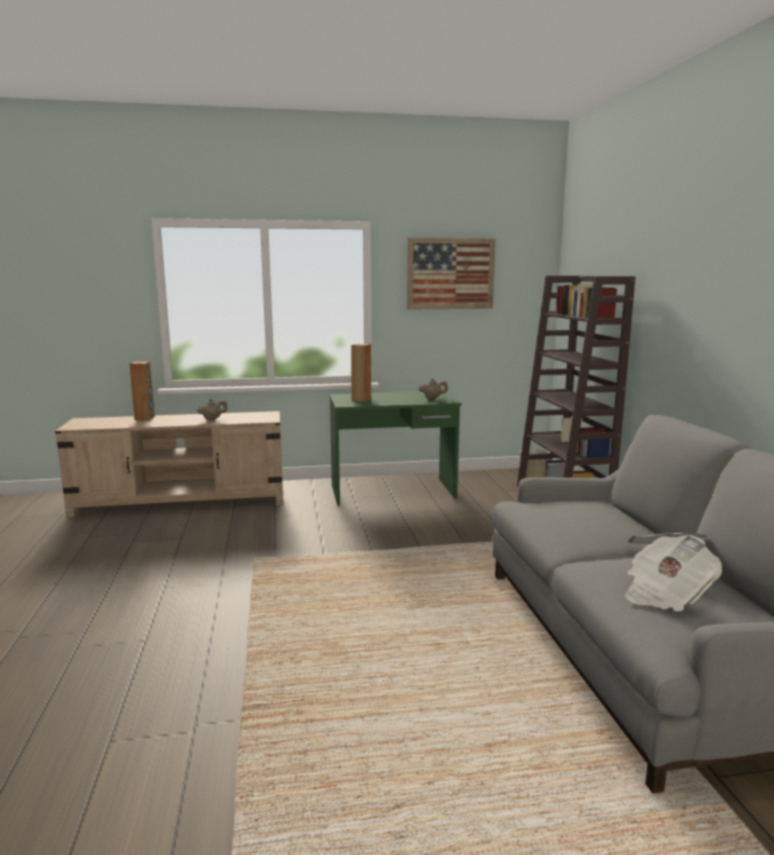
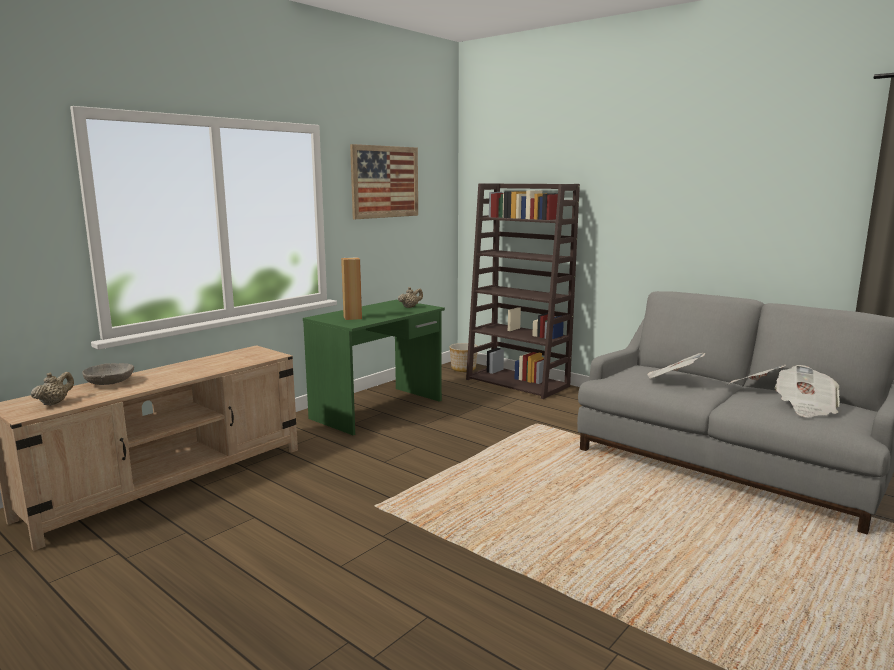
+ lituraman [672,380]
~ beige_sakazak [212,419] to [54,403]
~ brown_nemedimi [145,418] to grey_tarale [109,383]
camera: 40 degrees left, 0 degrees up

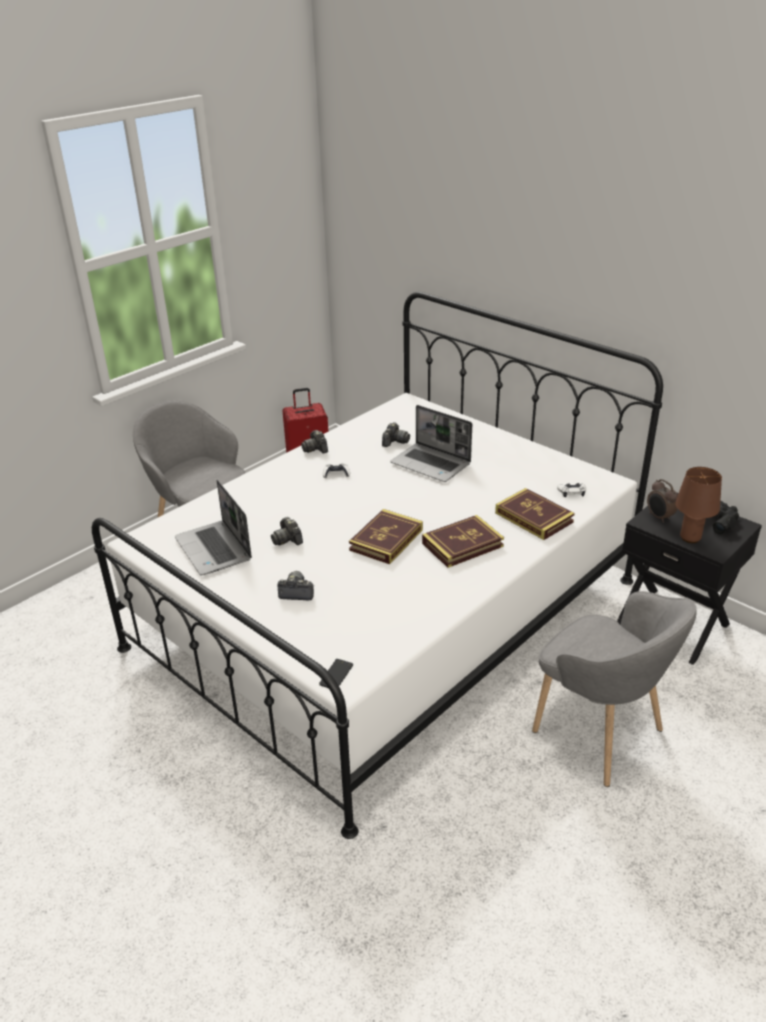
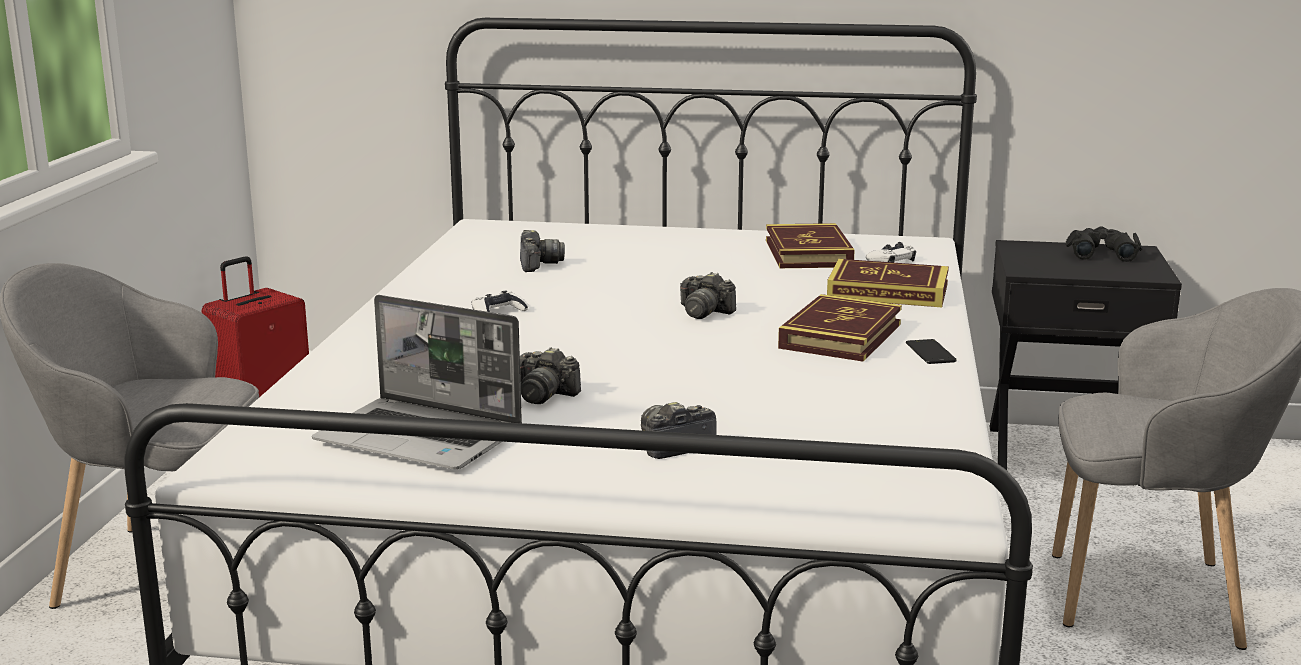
- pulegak [431,464]
- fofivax [659,517]
- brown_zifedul [690,538]
~ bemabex [315,449] to [704,312]
~ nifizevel [336,674] to [930,352]
~ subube [386,540] to [808,253]
camera: 35 degrees left, 15 degrees down

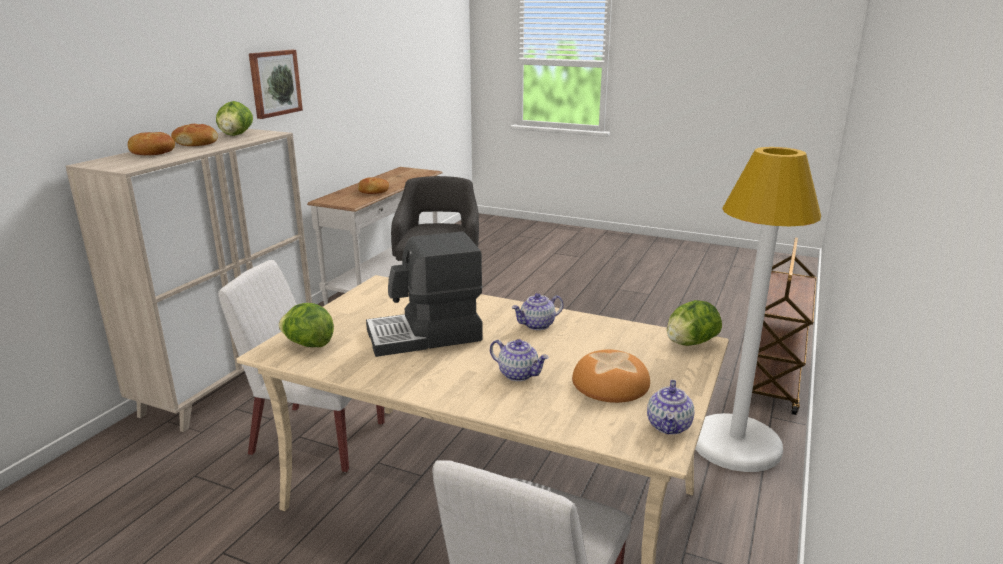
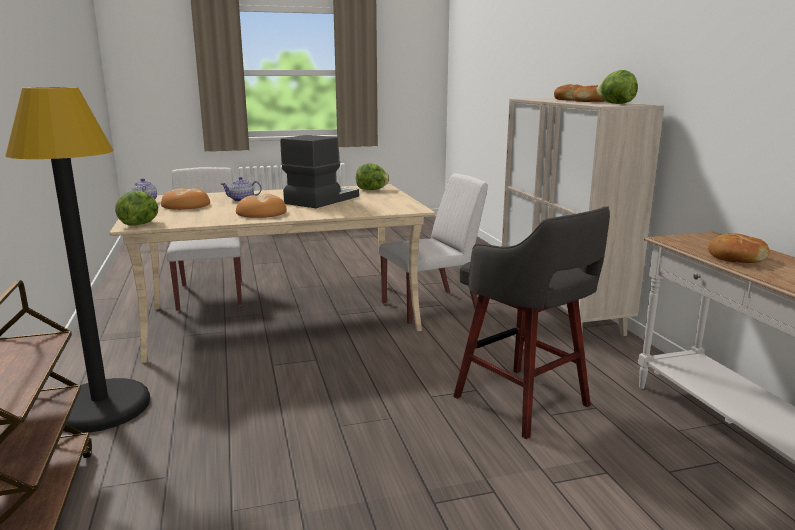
- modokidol [274,83]
~ sakazak [537,325] to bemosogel [261,213]
~ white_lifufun [736,444] to black_lifufun [101,407]
camera: 140 degrees right, 5 degrees down

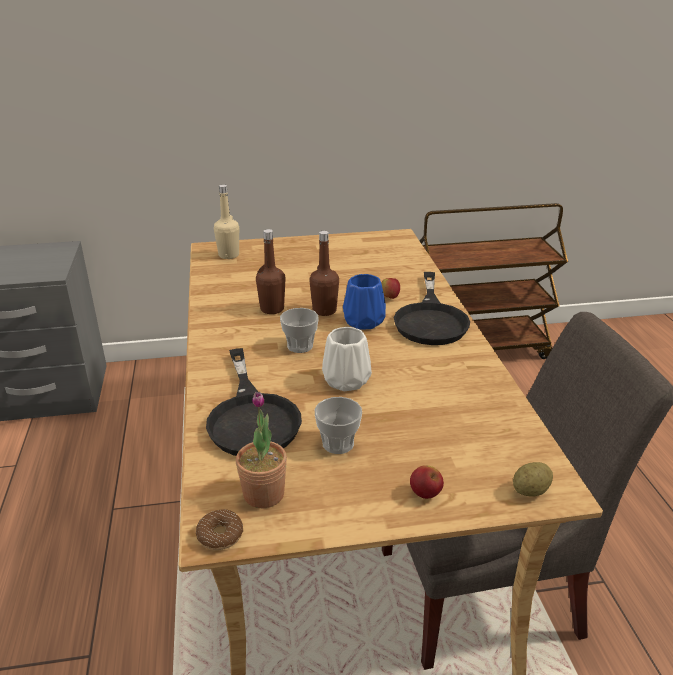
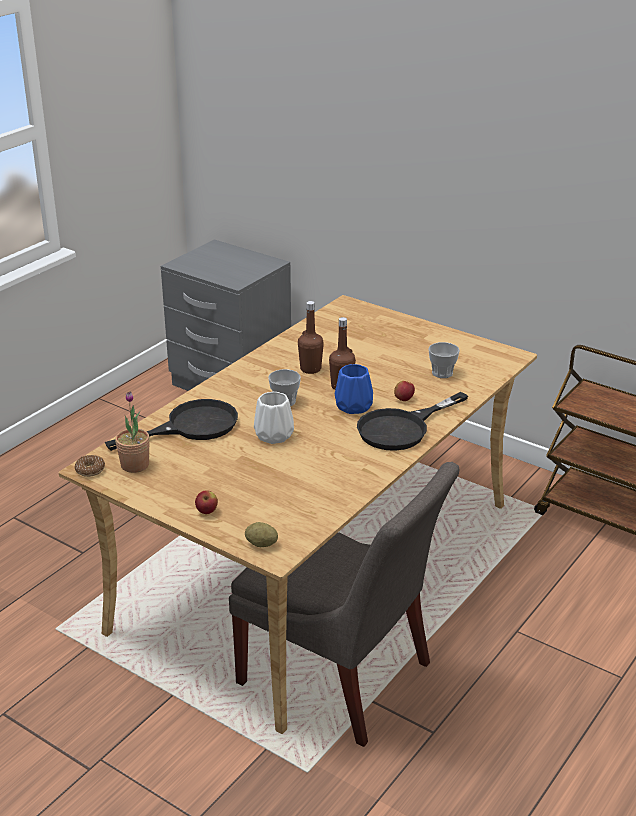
- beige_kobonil [228,255]
~ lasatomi [338,443] to [442,373]
~ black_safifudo [252,417] = [190,426] 150 degrees counterclockwise
camera: 45 degrees right, 0 degrees up

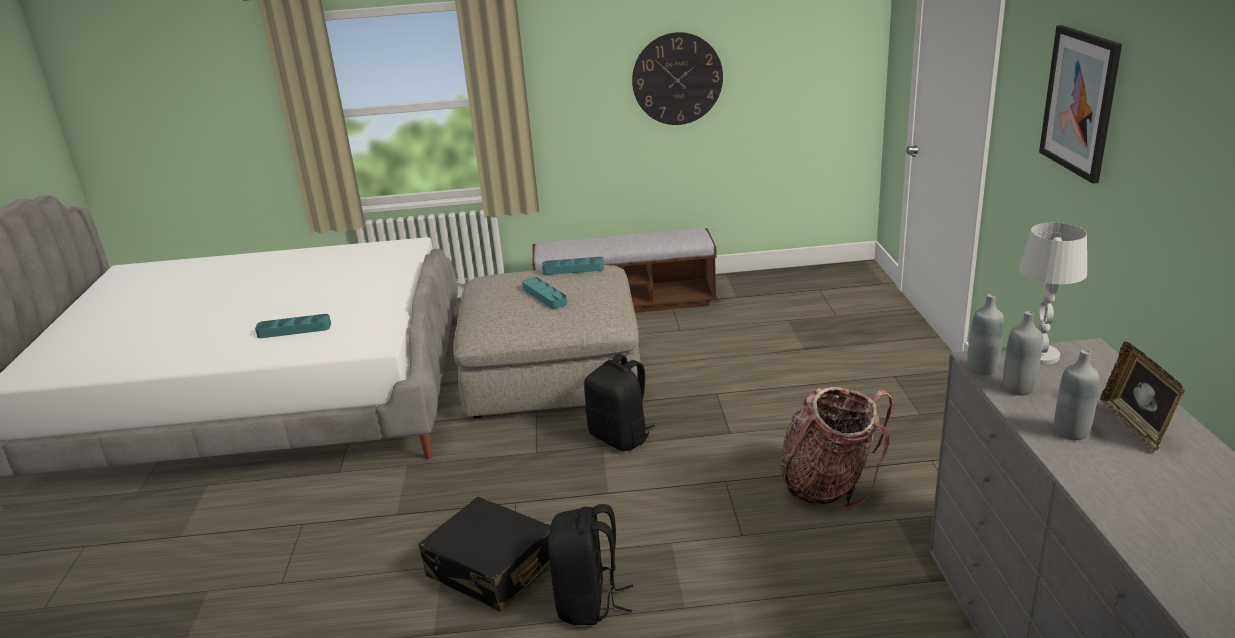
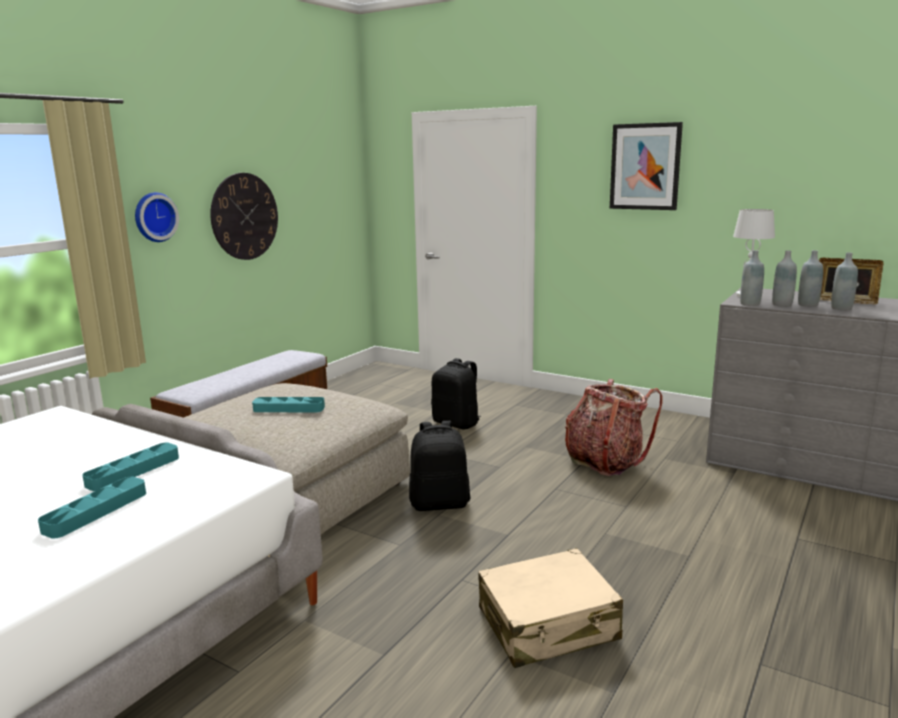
+ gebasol [154,217]
+ grey_kobonil [808,305]
~ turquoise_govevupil [573,269] to [133,471]
~ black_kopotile [589,602] to [457,423]
~ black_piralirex [492,569] to beige_piralirex [548,625]
camera: 55 degrees left, 10 degrees down

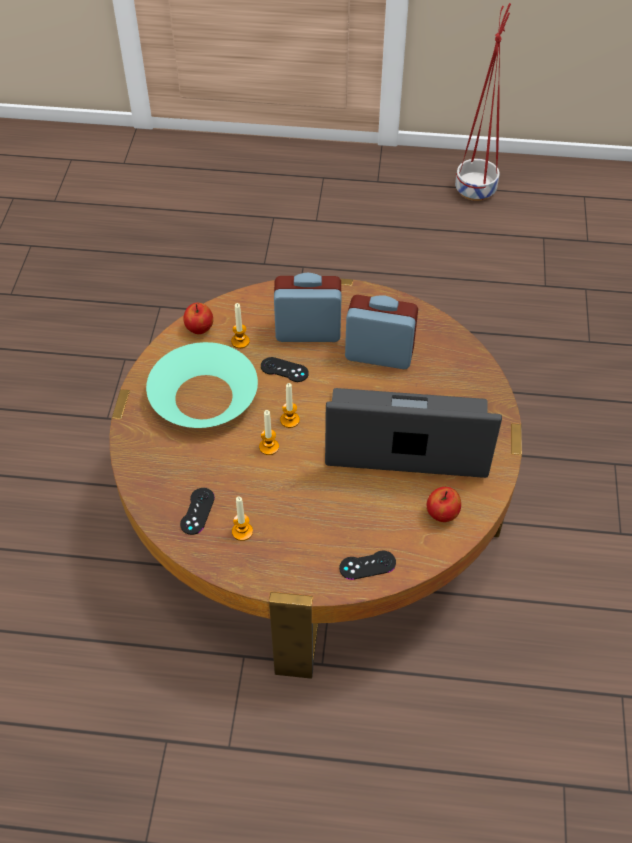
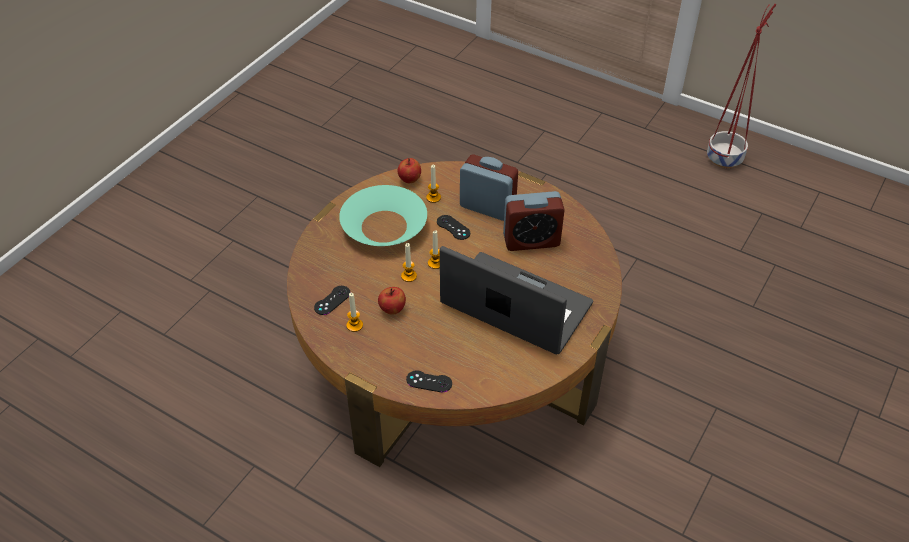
~ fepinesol [442,514] to [392,309]
~ fofivax [379,354] = [531,240] 135 degrees clockwise
camera: 25 degrees right, 5 degrees down

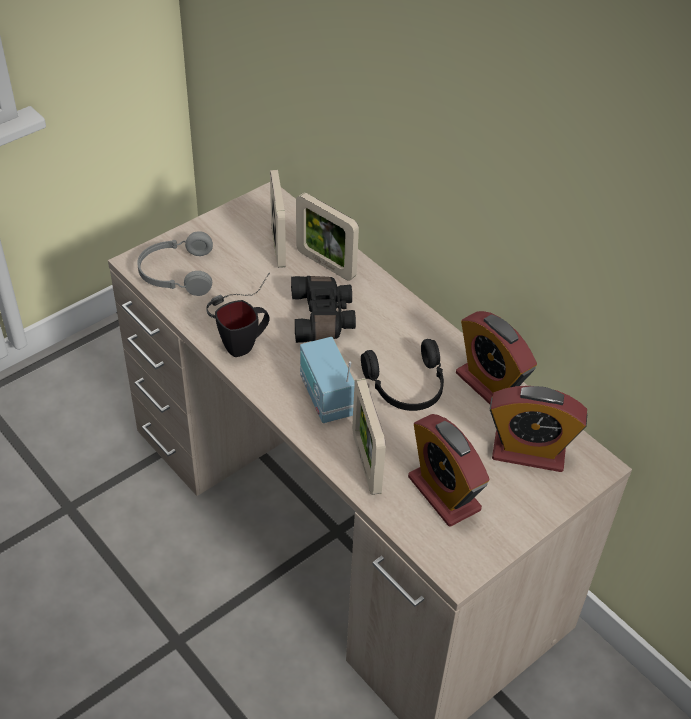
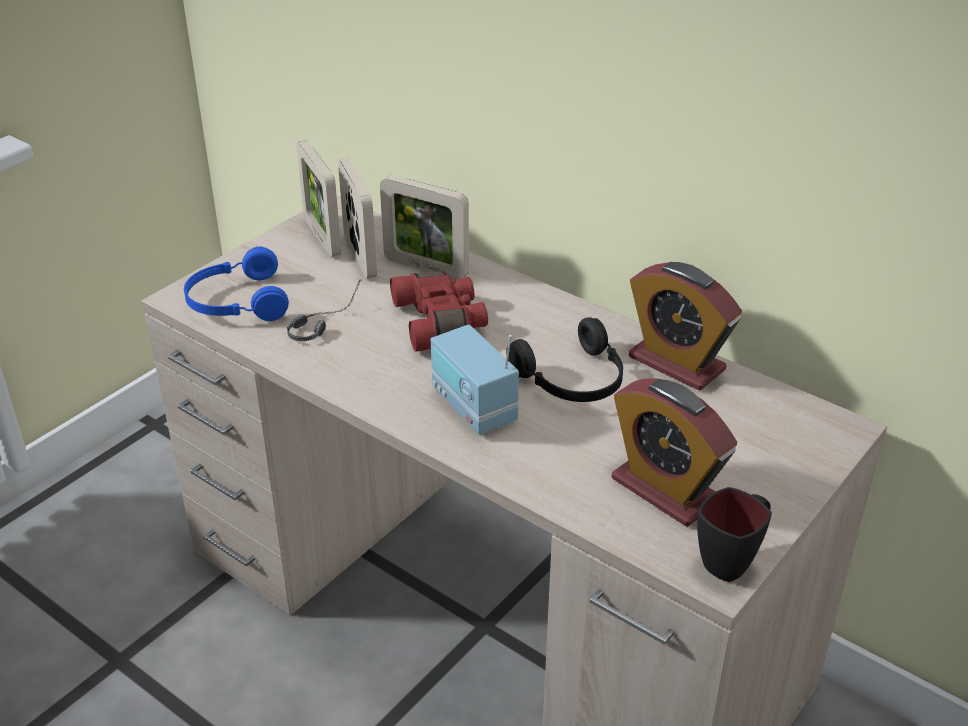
- fofivax [528,452]
~ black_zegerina [245,345] to [732,560]
~ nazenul [366,463] to [322,237]
~ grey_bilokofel [176,274] to blue_bilokofel [236,302]
~ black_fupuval [323,318] to red_fupuval [442,323]
camera: 10 degrees left, 10 degrees down

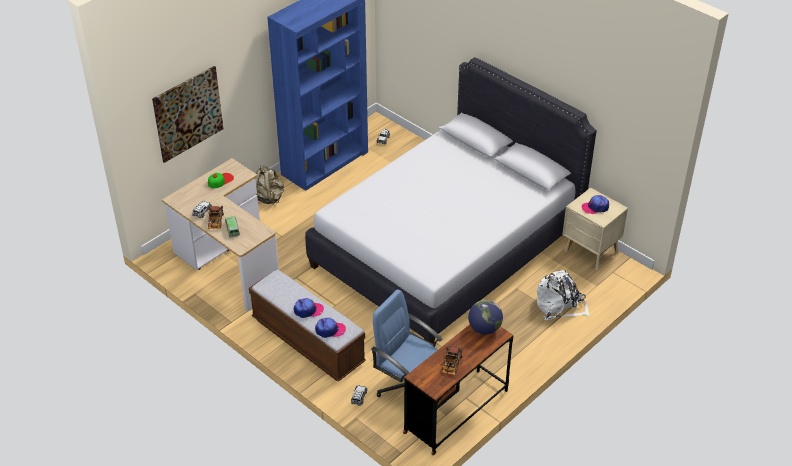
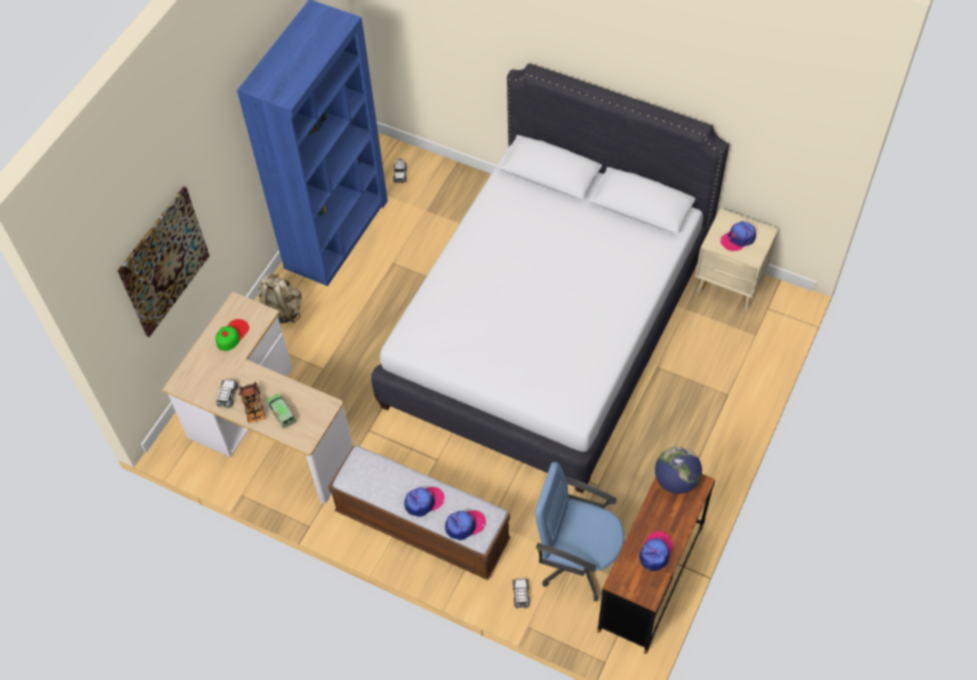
- white_kopotile [560,306]
~ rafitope [451,366] to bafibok [655,552]
camera: 15 degrees left, 15 degrees up

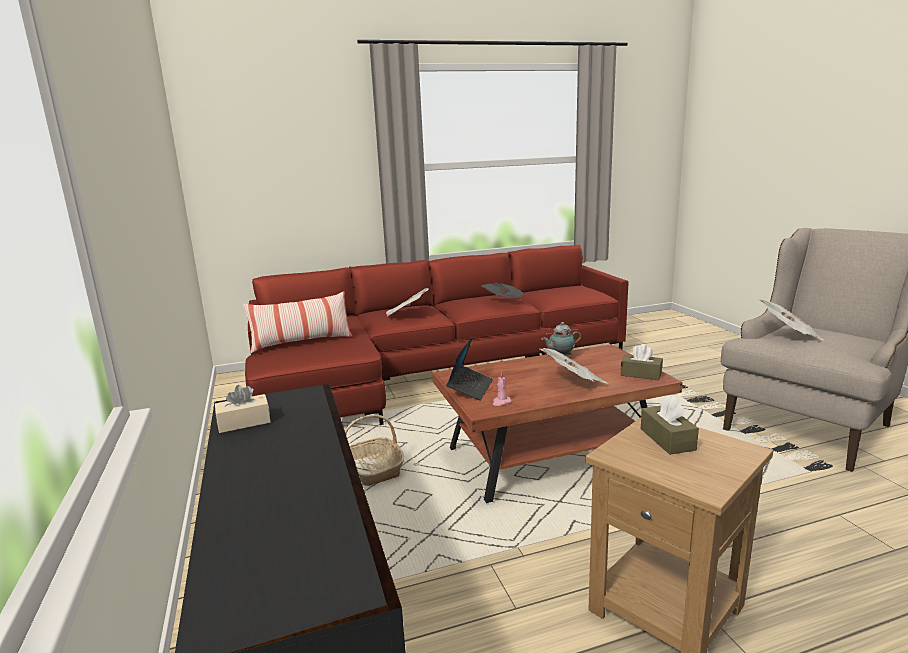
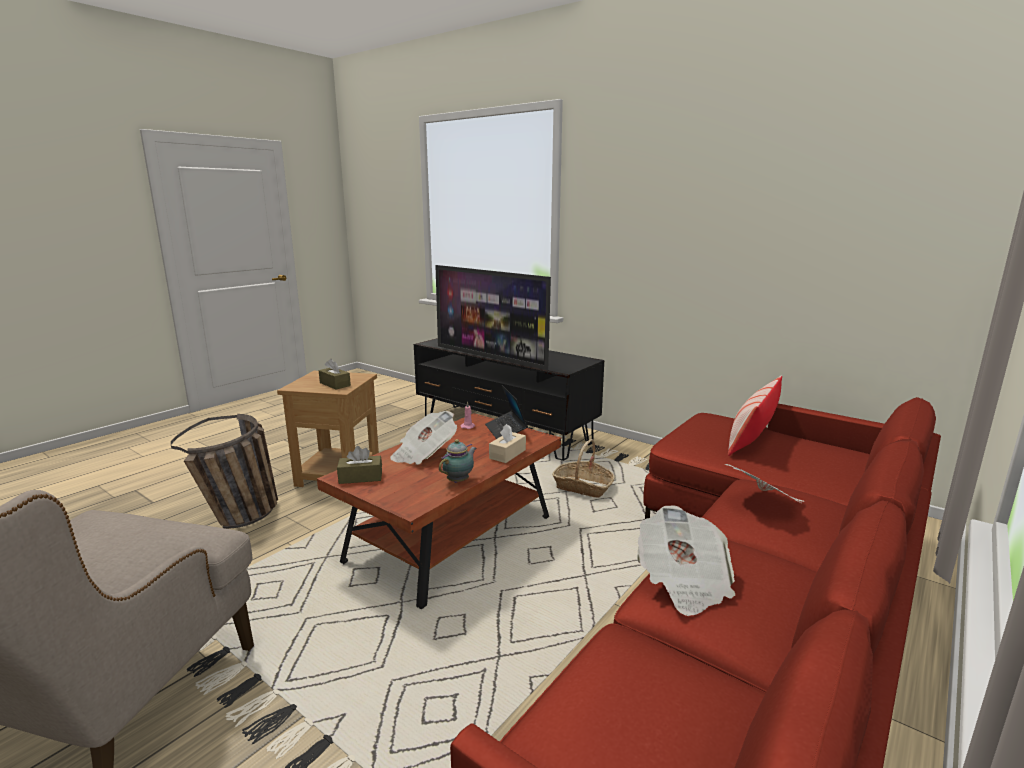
- lituraman [789,335]
+ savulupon [242,519]
+ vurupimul [491,357]
~ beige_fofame [244,422] to [507,454]
camera: 145 degrees right, 0 degrees up

